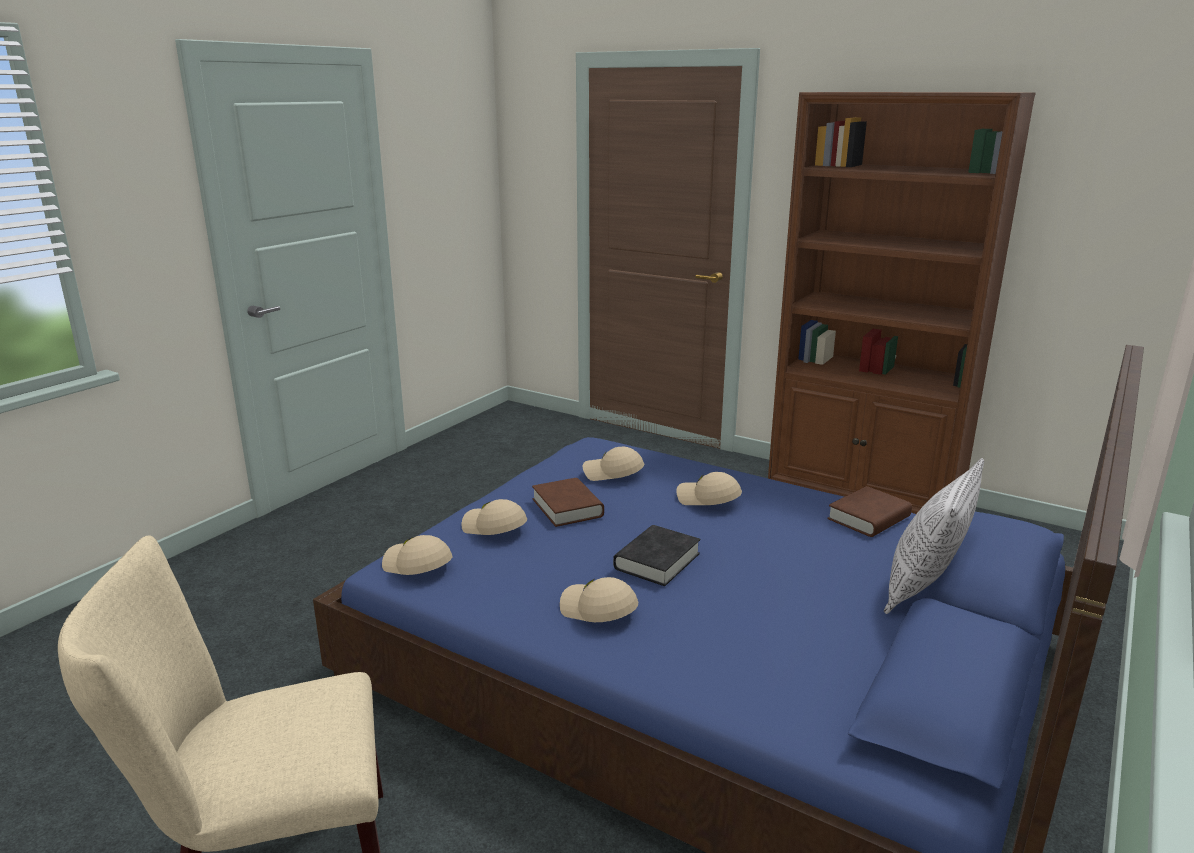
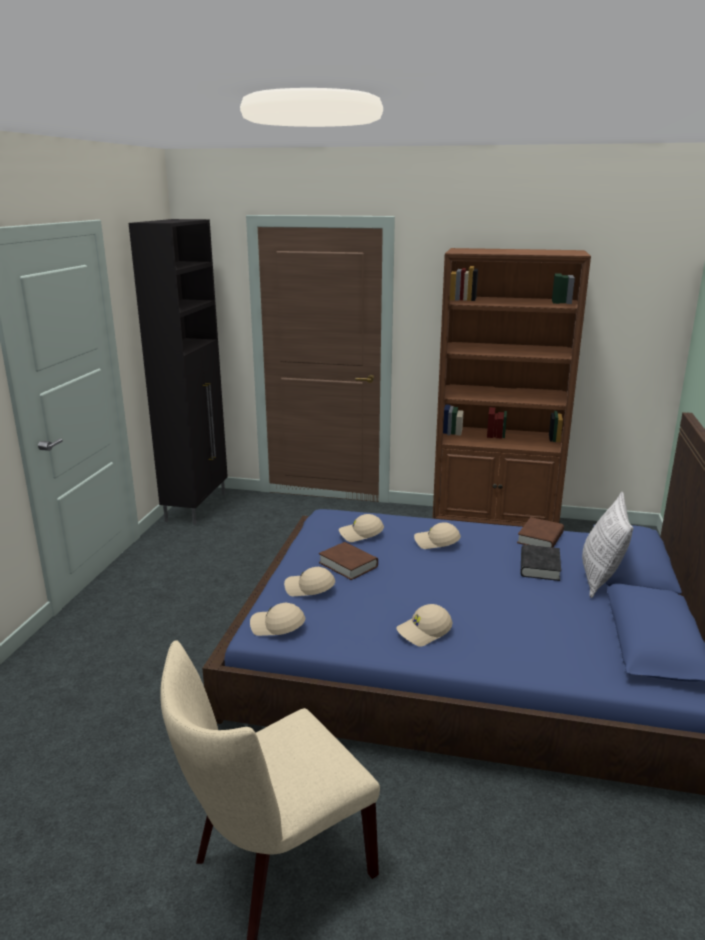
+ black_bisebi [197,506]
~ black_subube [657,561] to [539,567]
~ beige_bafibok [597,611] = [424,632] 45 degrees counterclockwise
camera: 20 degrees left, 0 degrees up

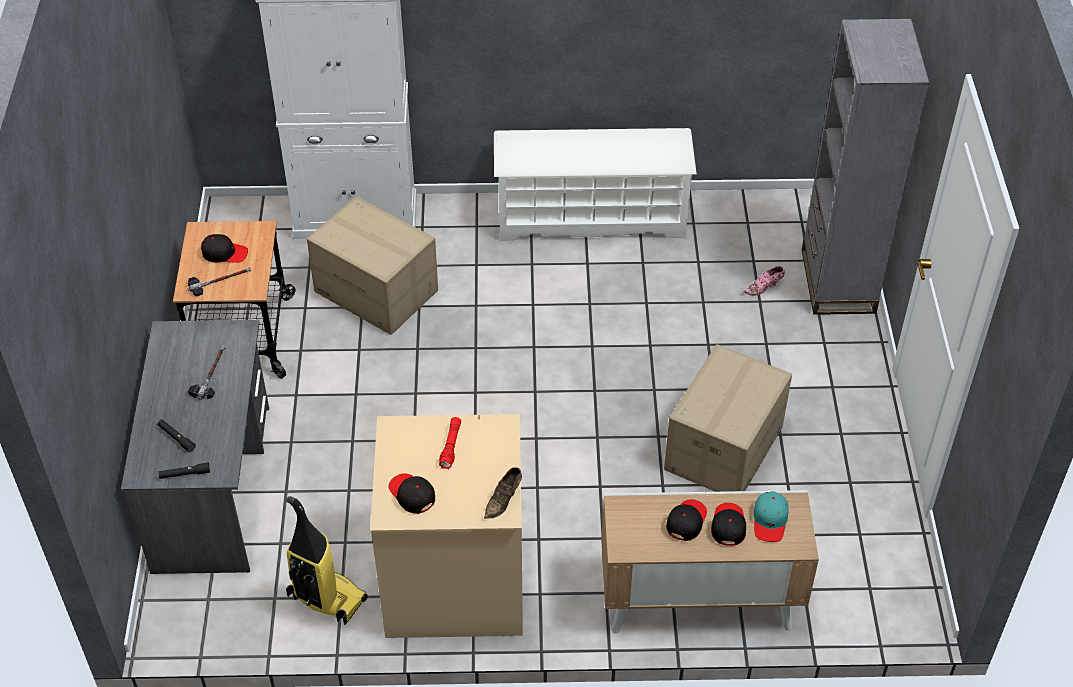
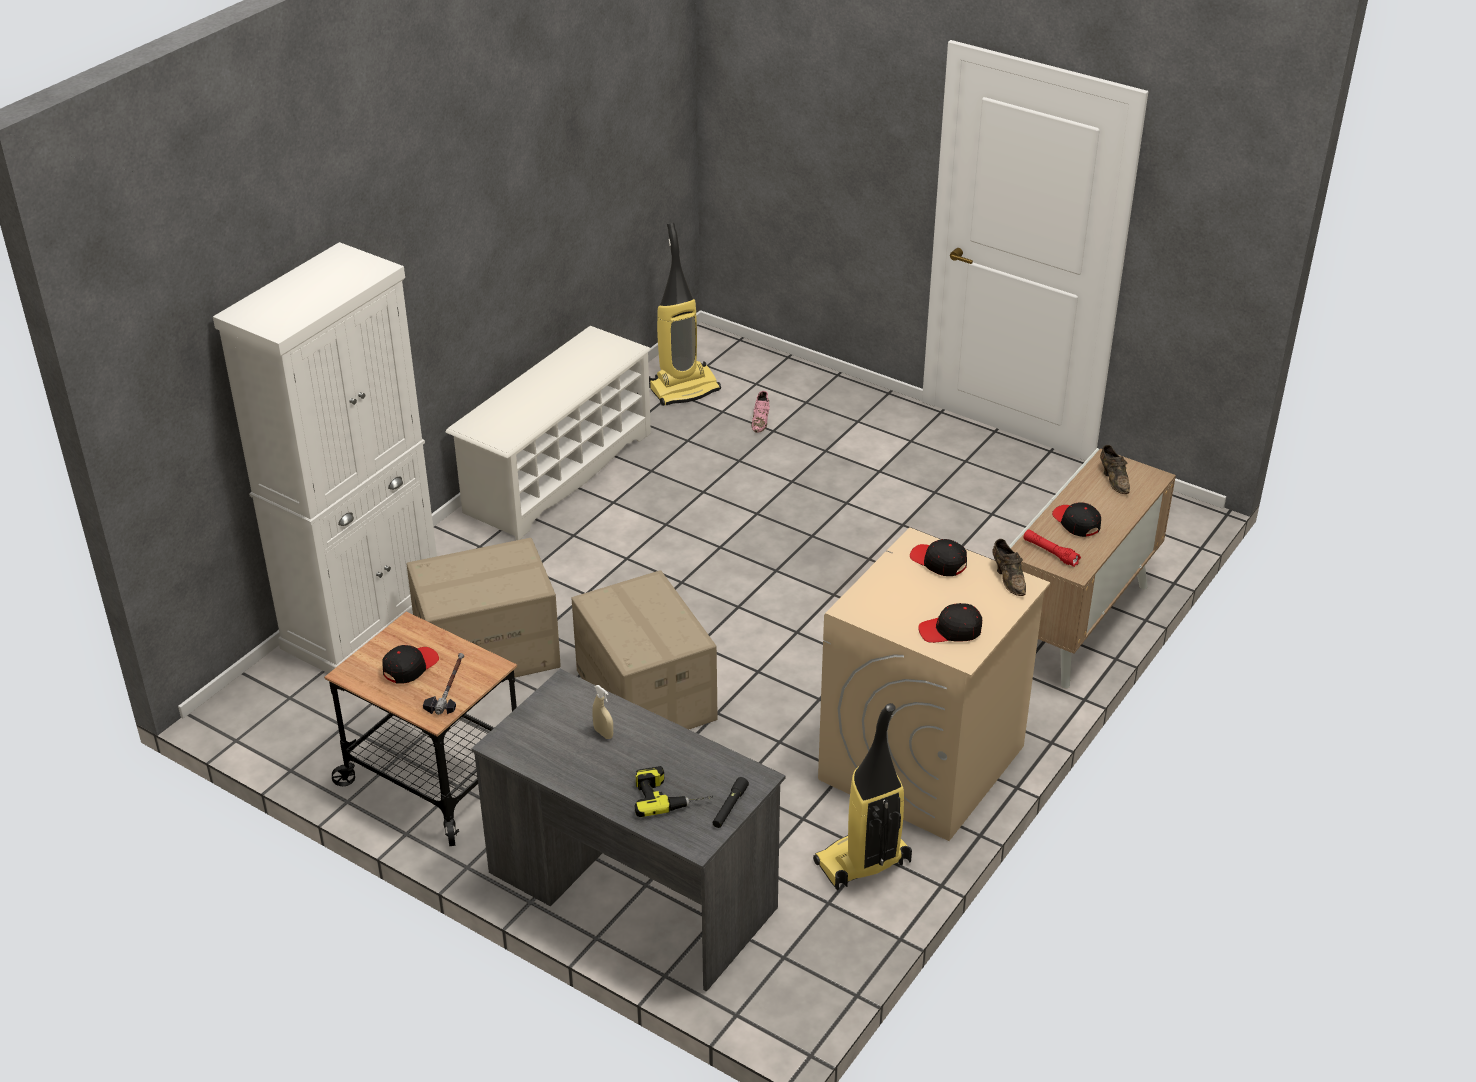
- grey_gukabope [837,281]
+ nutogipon [684,389]
~ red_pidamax [451,446] to [1050,553]
~ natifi [723,447] to [644,695]
~ black_bafibok [728,526] to [938,562]
~ black_pidamax [176,438] to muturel [670,794]
~ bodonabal [211,374] to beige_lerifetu [603,733]
~ turquoise_bafibok [770,520] to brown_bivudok [1114,480]
camera: 55 degrees left, 10 degrees down

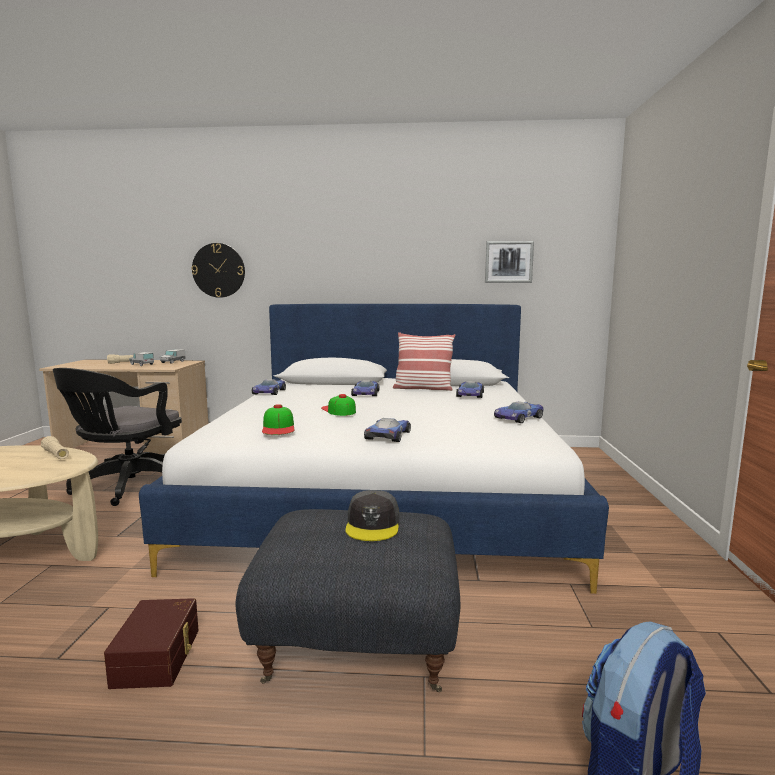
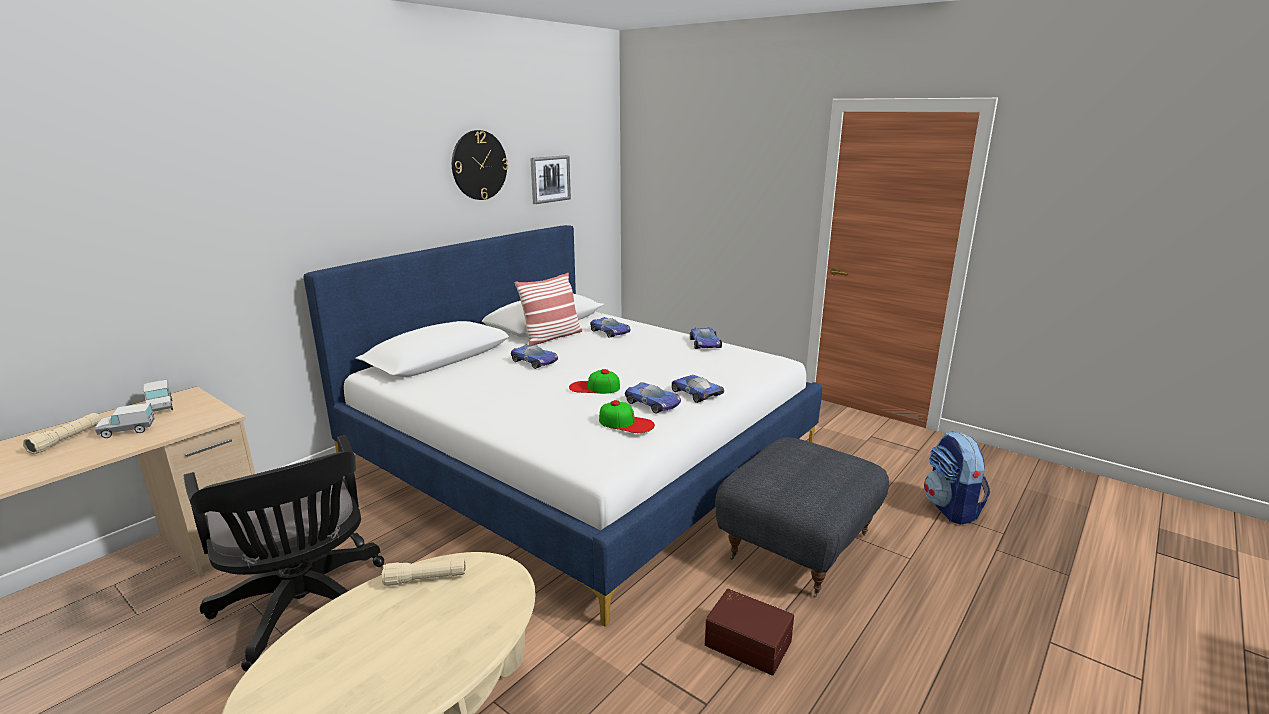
- grey_bafibok [373,525]
~ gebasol [218,270] to [479,165]
~ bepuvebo [269,392] to [653,403]
camera: 55 degrees left, 10 degrees up

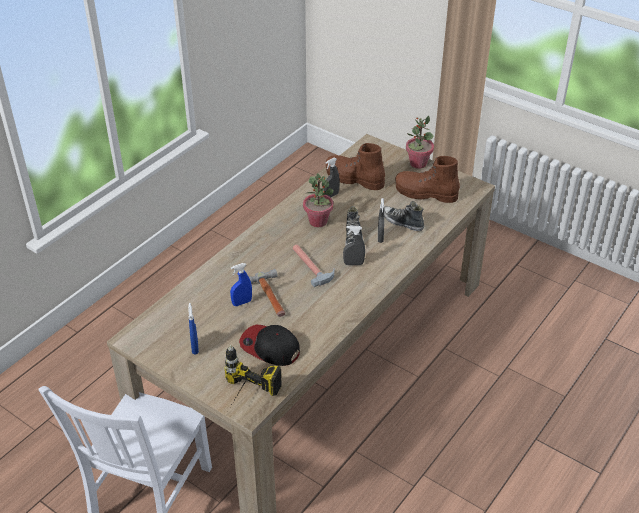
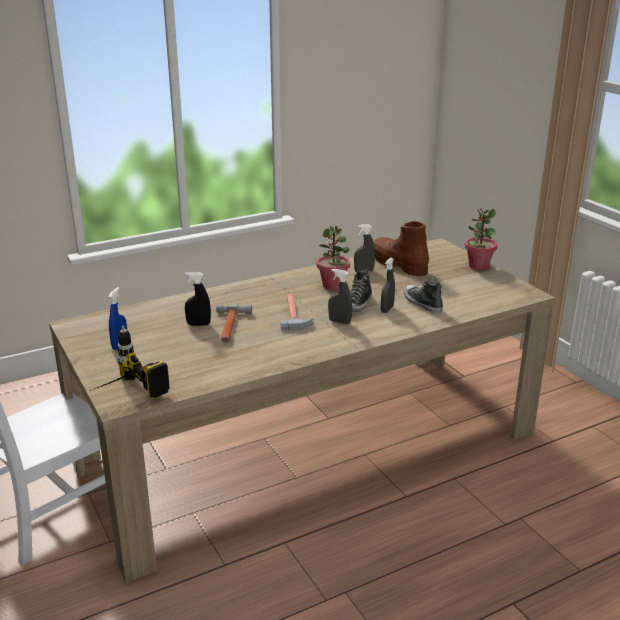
- bafibok [269,347]
- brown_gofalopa [425,193]
~ blue_lerifetu [242,302] to black_lerifetu [198,324]
camera: 25 degrees right, 15 degrees down

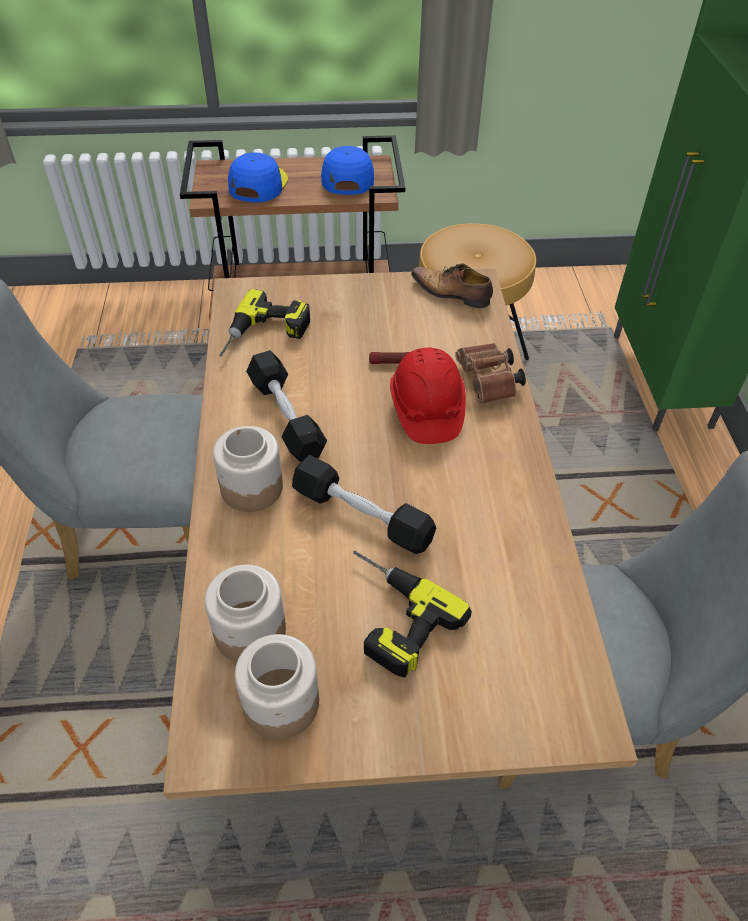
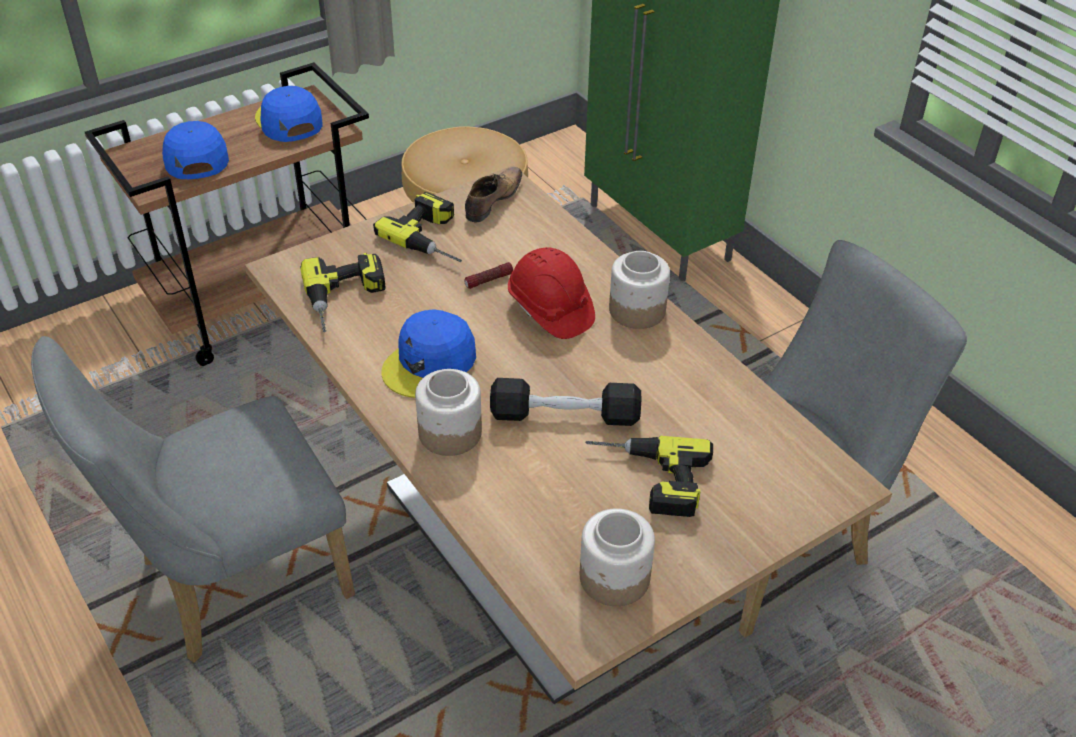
- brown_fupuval [488,383]
+ muturel [435,237]
~ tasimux [249,631] to [636,310]
~ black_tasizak [286,417] to blue_bafibok [430,363]
~ bivudok [451,293] = [492,201] 120 degrees clockwise
camera: 30 degrees left, 5 degrees down

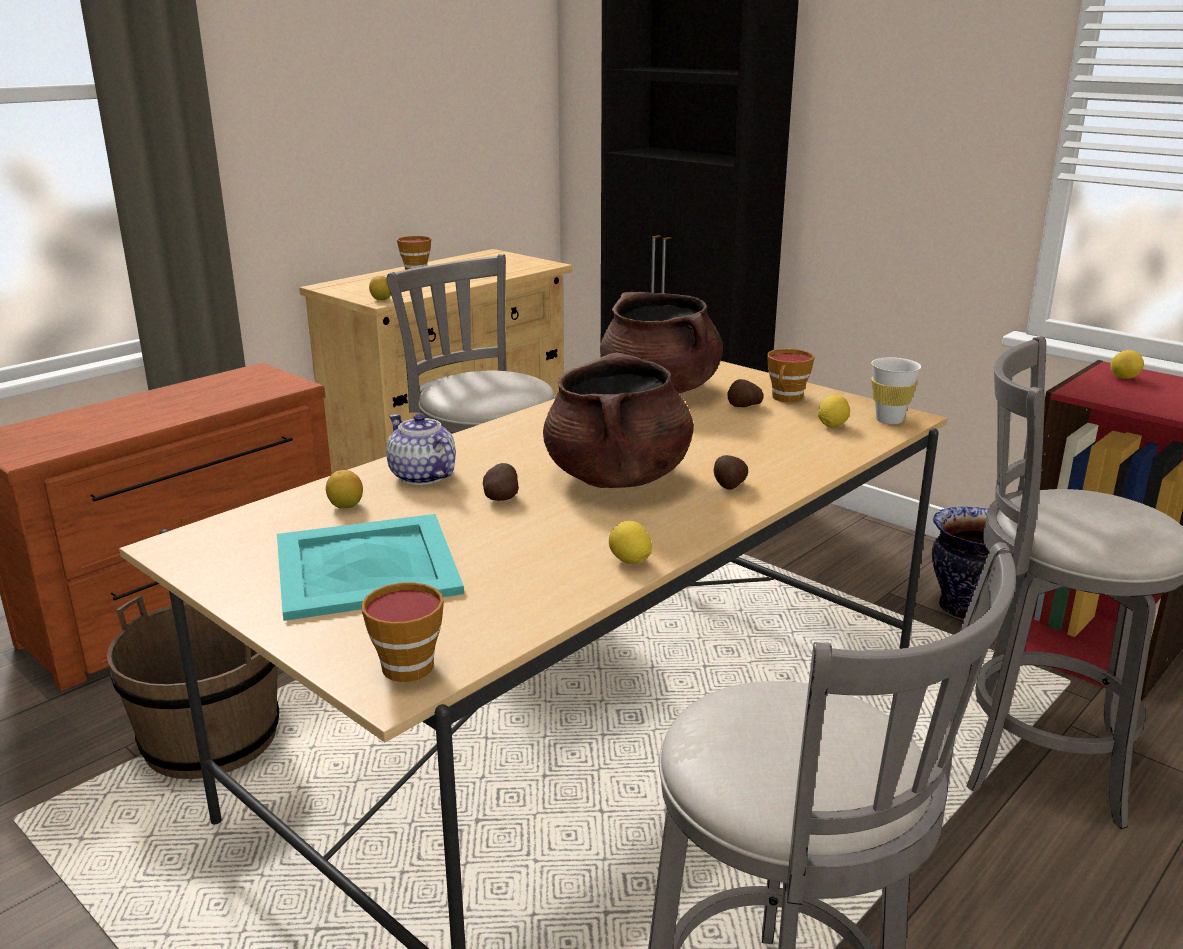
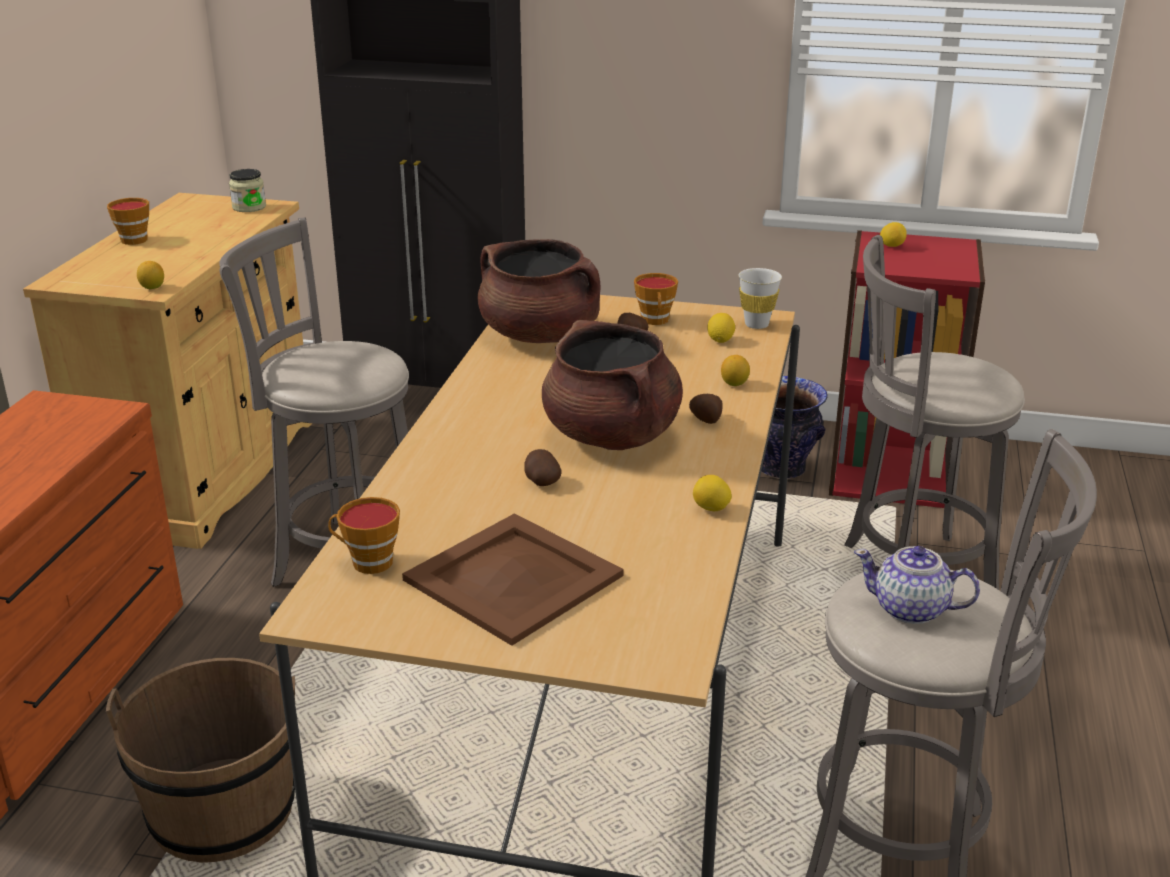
+ tasimux [249,207]
~ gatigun [346,506] to [734,384]
~ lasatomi [402,665] to [367,562]
~ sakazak [422,476] to [911,610]
~ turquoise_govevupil [364,566] to brown_govevupil [511,578]
camera: 30 degrees left, 5 degrees up

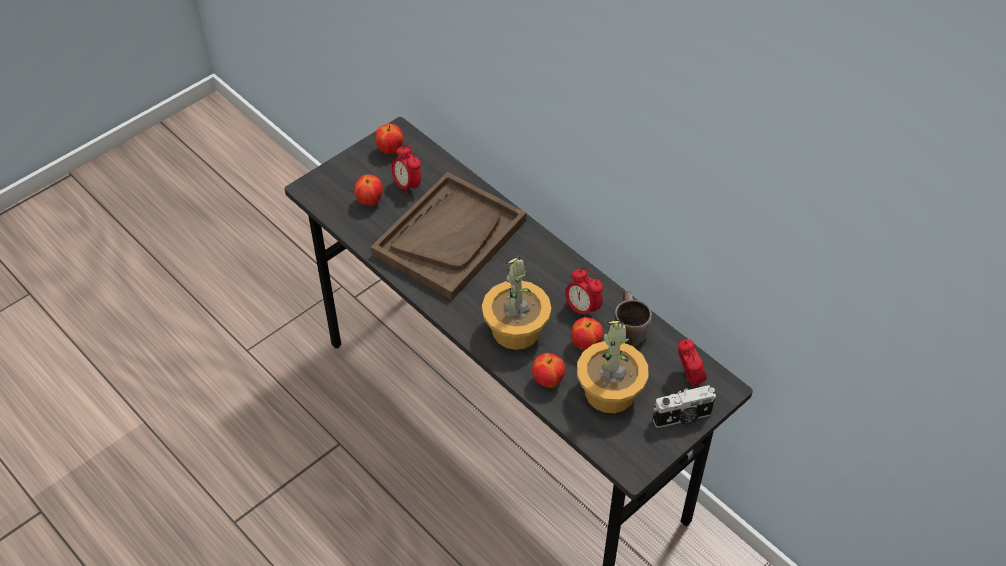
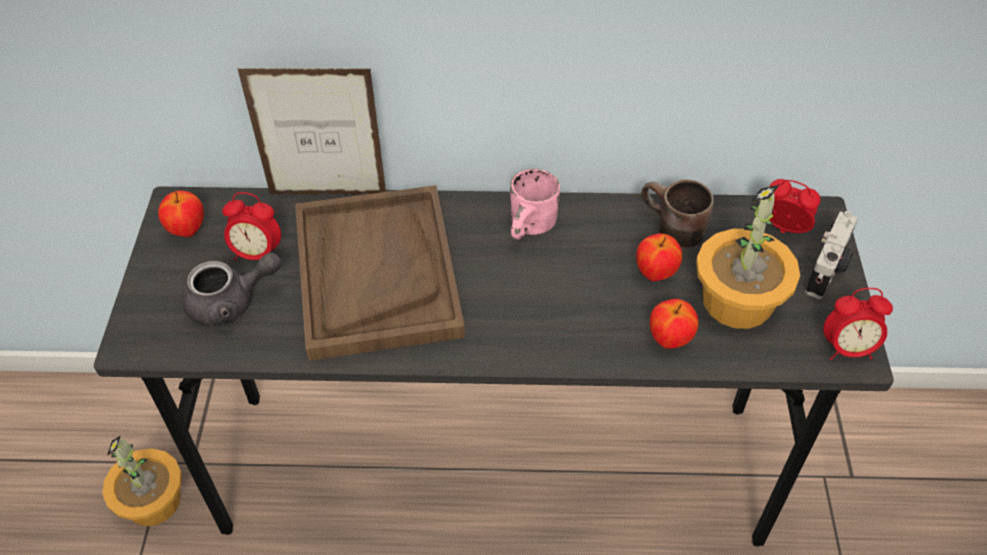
+ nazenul [328,194]
+ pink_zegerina [533,228]
~ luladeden [516,330] to [154,501]
~ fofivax [582,309] to [847,349]
~ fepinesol [370,201] to grey_sakazak [231,302]
camera: 45 degrees left, 0 degrees up

